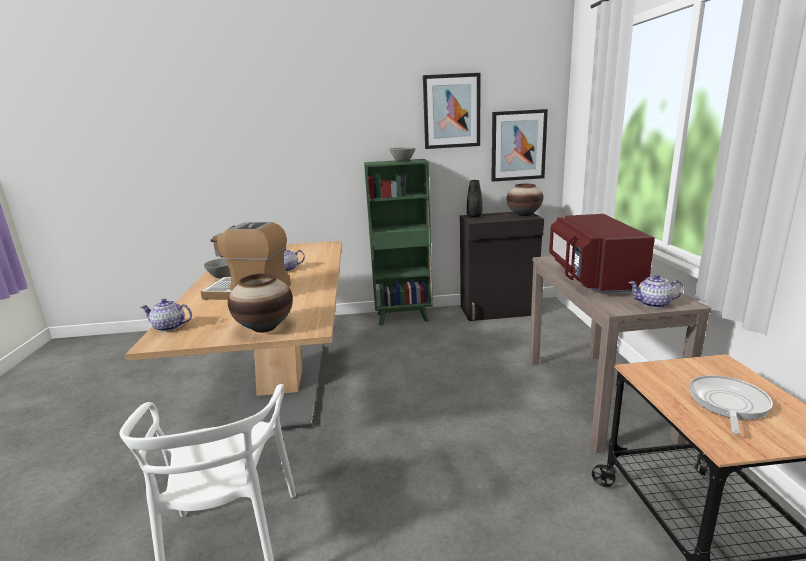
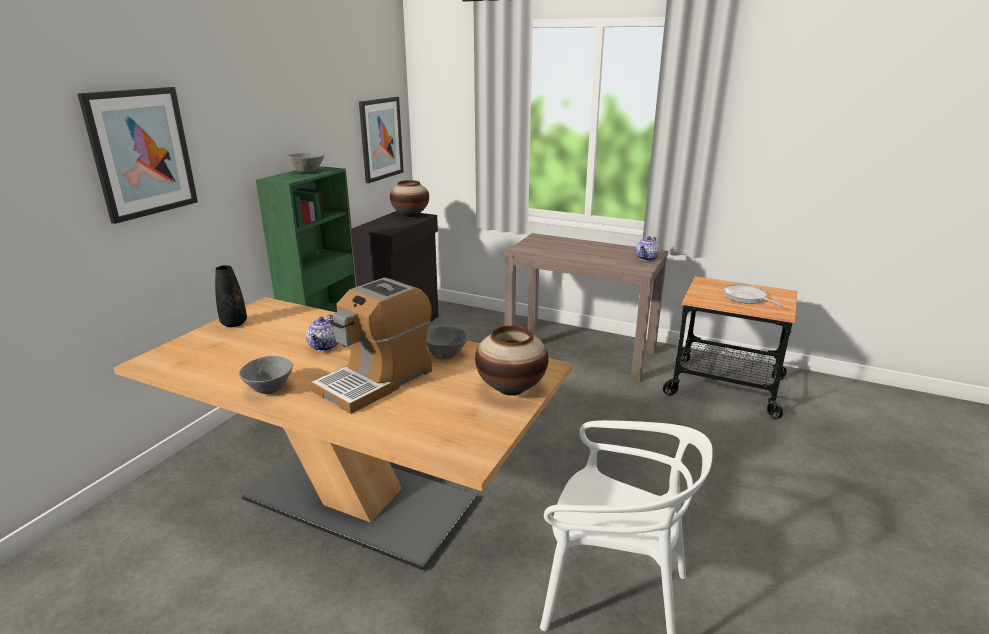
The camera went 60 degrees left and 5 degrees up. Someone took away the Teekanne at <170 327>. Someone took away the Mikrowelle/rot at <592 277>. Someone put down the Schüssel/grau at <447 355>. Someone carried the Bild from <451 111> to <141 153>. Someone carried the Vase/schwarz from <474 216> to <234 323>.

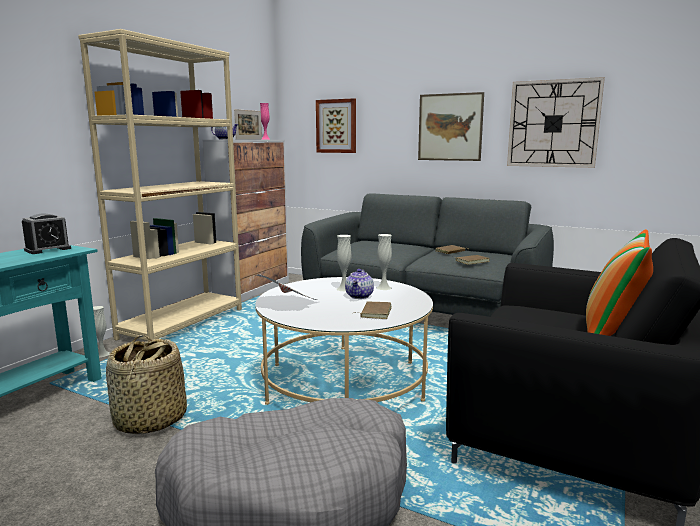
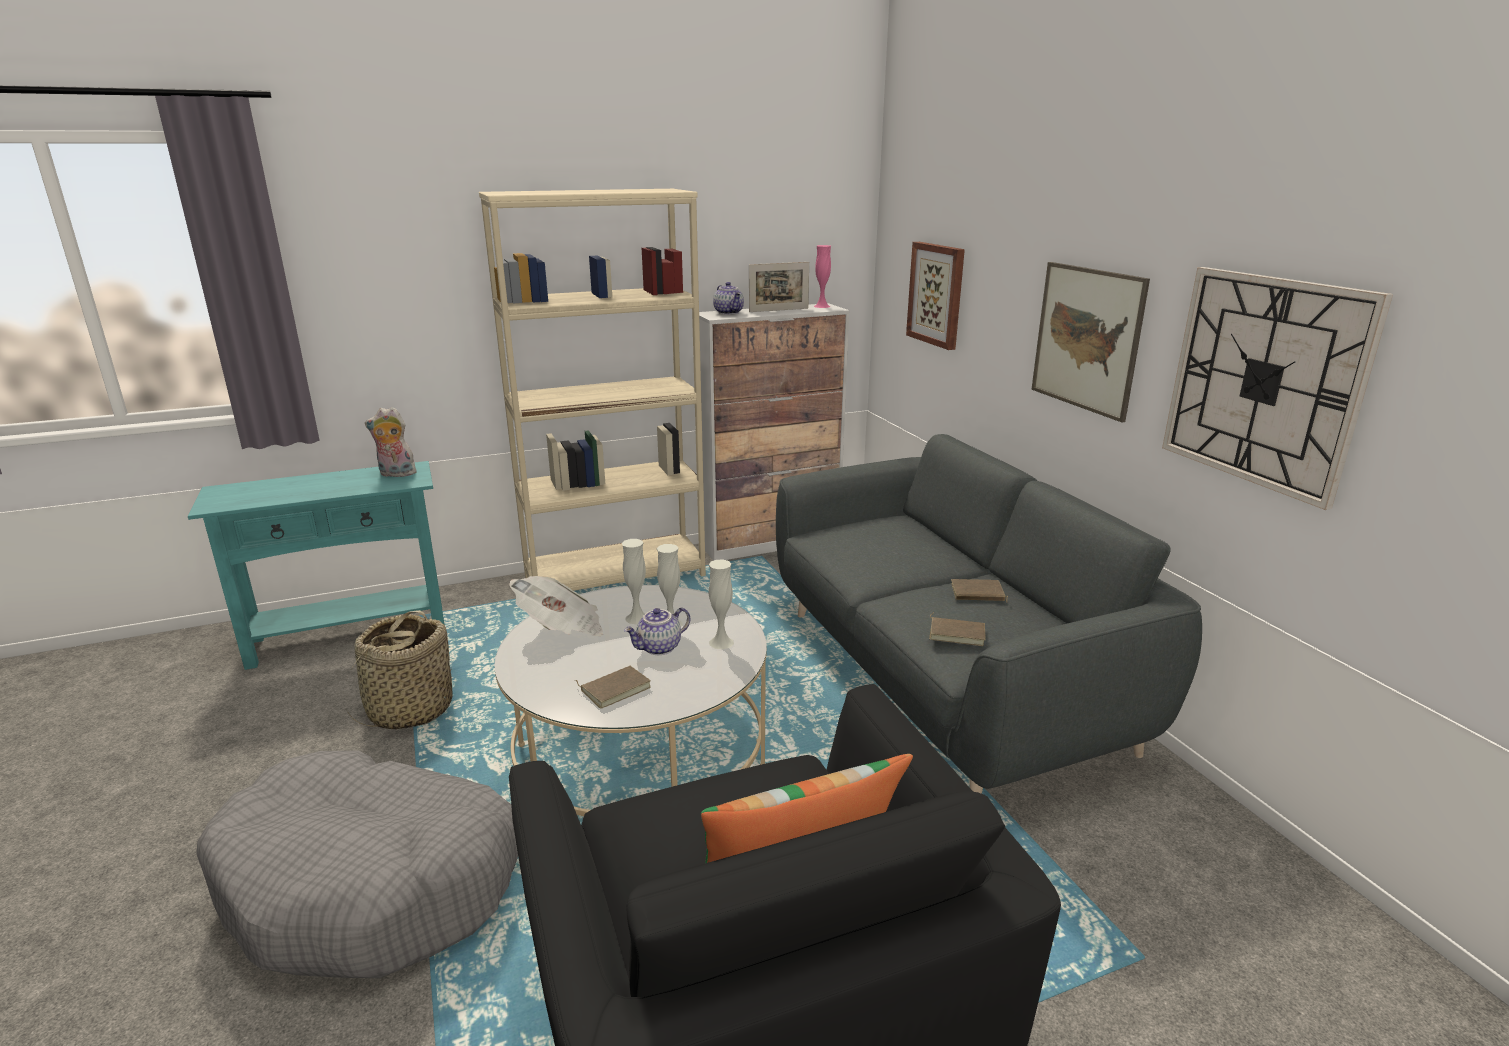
The camera went 40 degrees right and 10 degrees up. Someone carried the Vase/weiß from <102 354> to <637 618>. Someone swapped the Wecker at <48 249> for the Plüschtier at <396 474>.

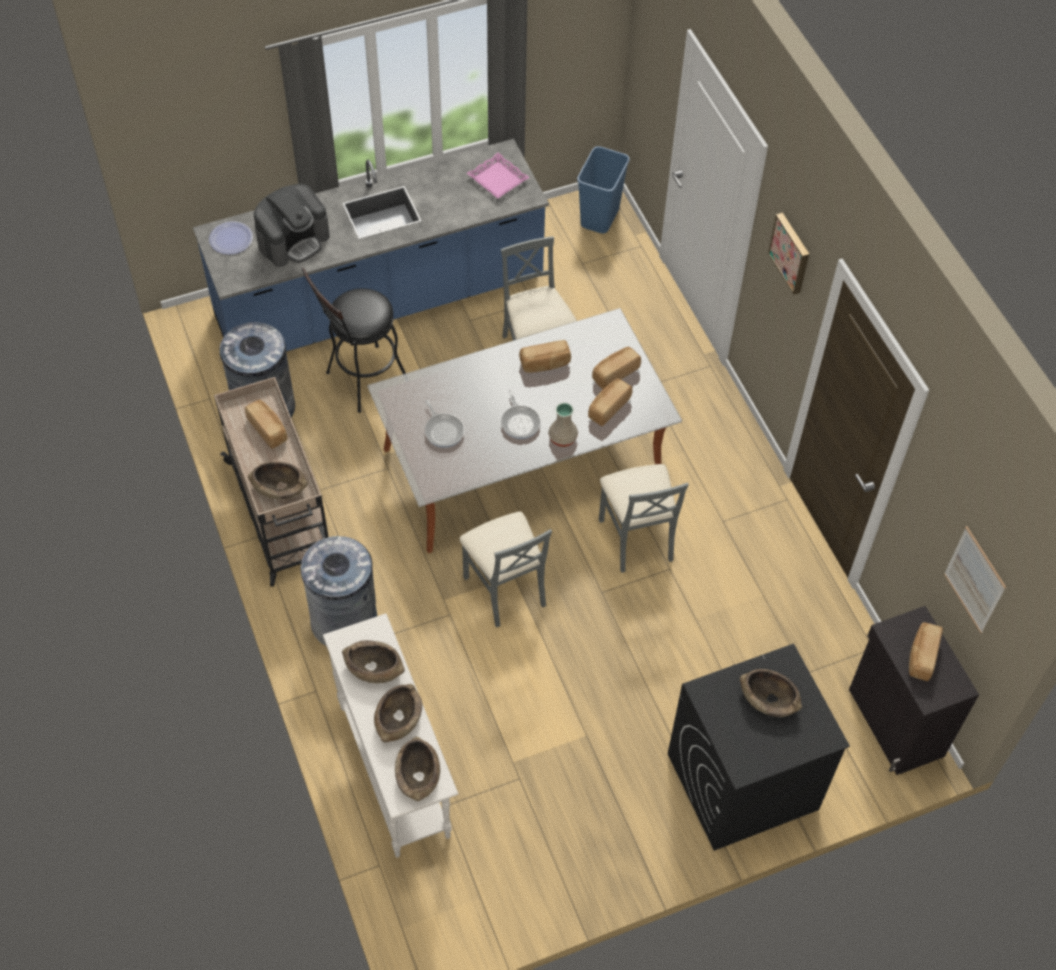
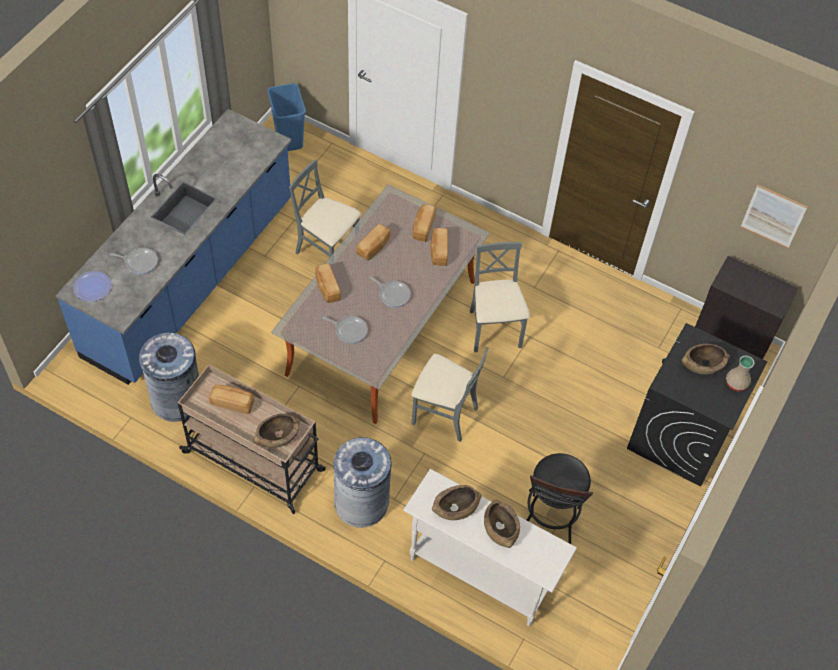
The camera went 40 degrees left and 0 degrees up. Someone took away the Schüssel/braun at <418 775>. Someone took away the Tablett/rosa at <497 179>. Someone took away the Bild at <791 252>. Someone carried the Hocker/schwarz from <362 382> to <548 526>. Someone carried the Vase/beige from <563 438> to <737 383>. Someone carried the Brot from <921 656> to <327 288>. Someone swapped the Kaffeemaschine at <293 240> for the Pfanne at <139 262>. Someone rotated the Stuhl/grau at <637 538> by 135 degrees counterclockwise.

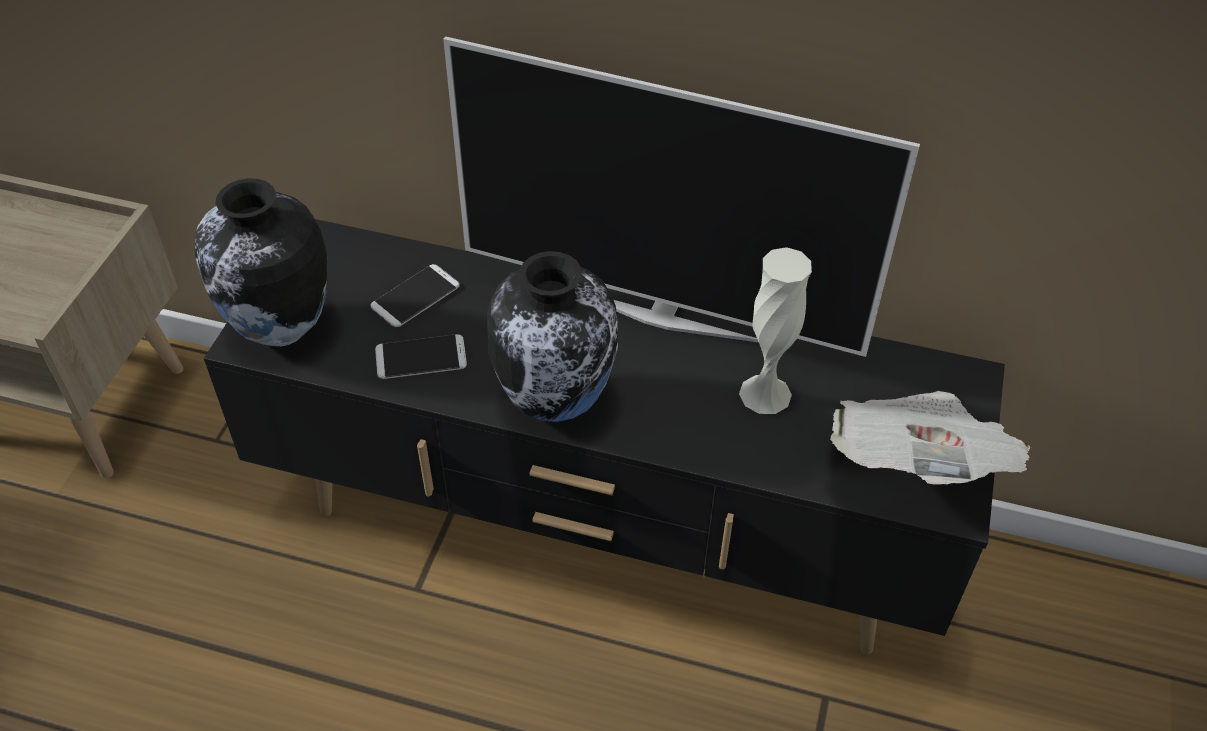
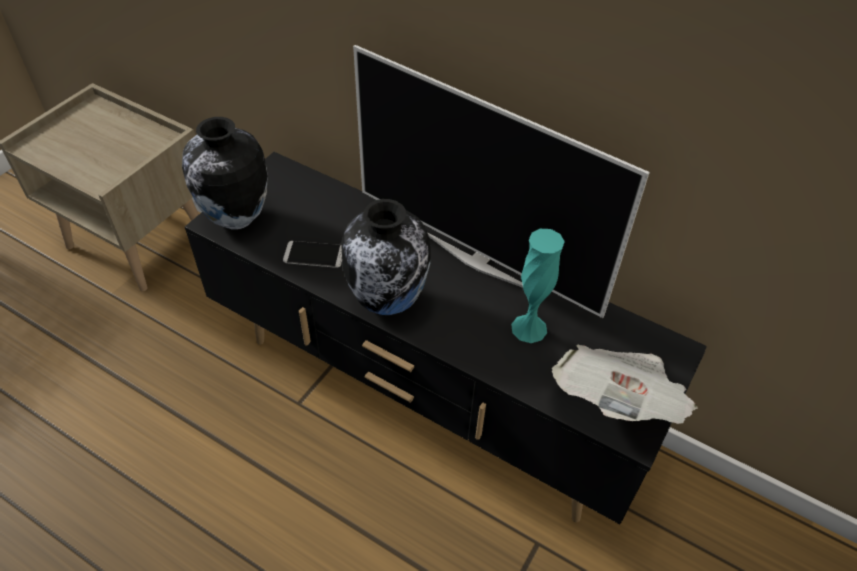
The camera went 15 degrees right and 0 degrees up. Someone took away the Handy at <415 296>. Someone repainted the Vase/weiß at <765 394>, which became the Vase/türkis at <529 328>.

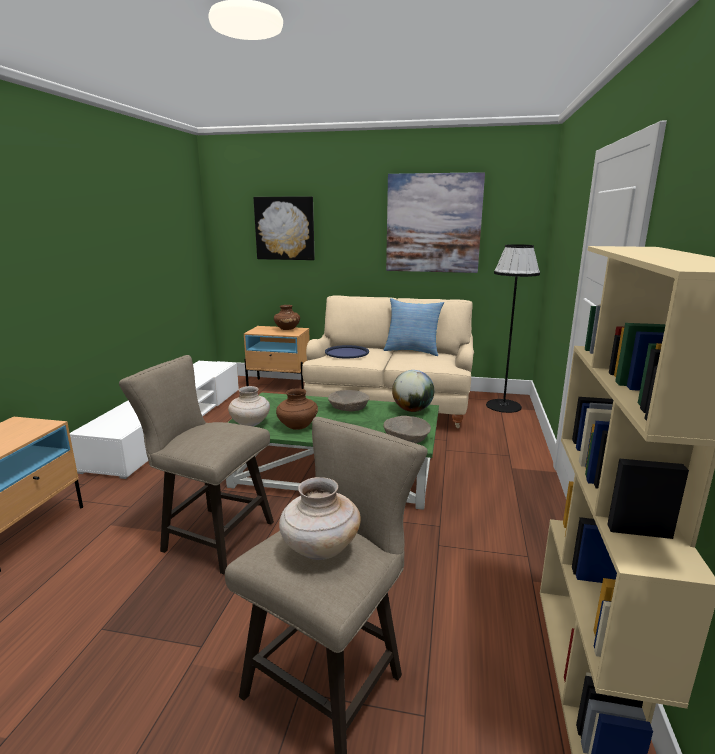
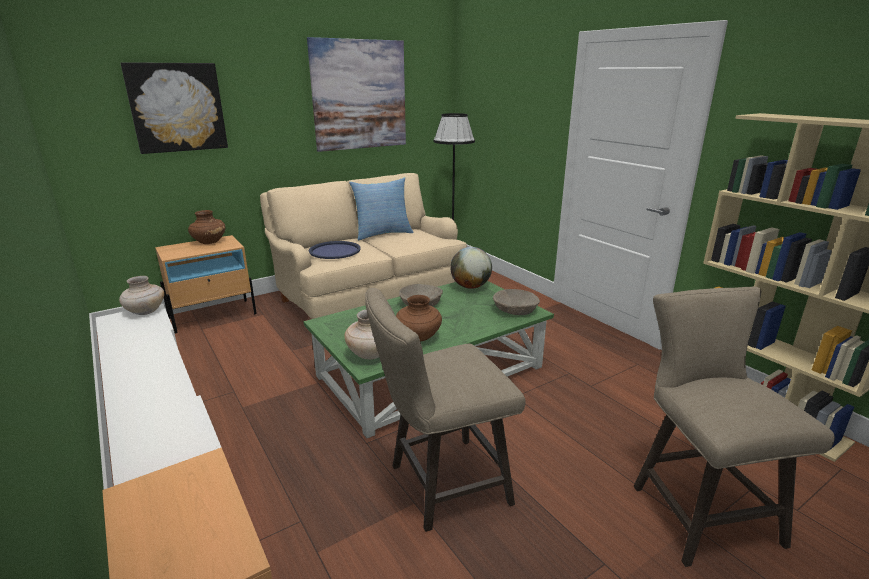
The camera went 45 degrees left and 5 degrees up. Someone carried the Vase/beige from <320 549> to <145 312>.

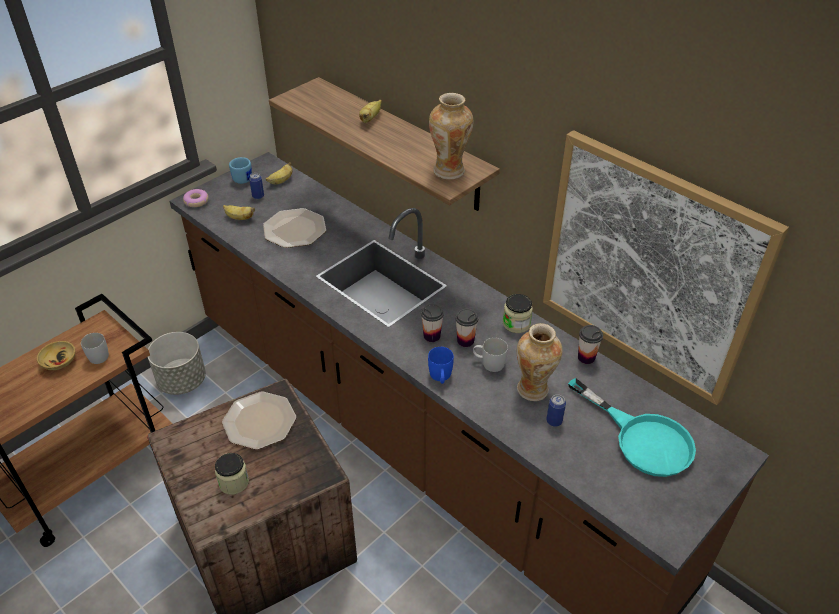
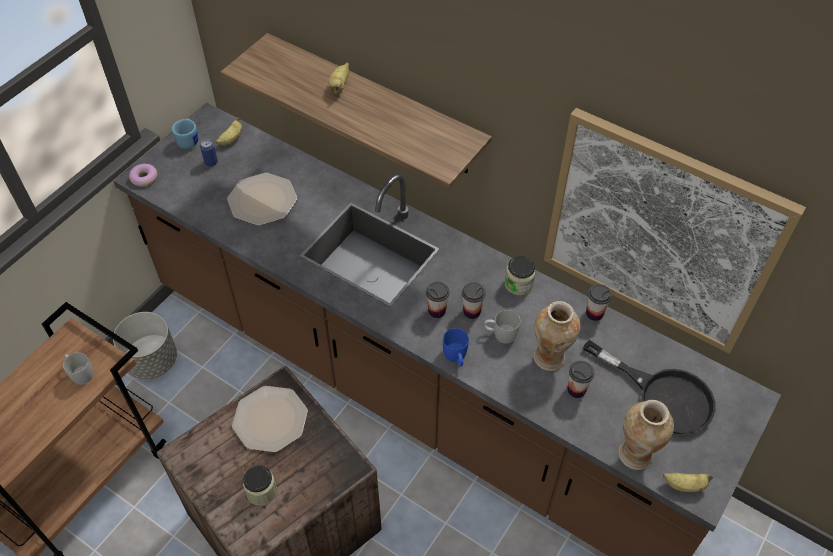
The camera went 10 degrees left and 10 degrees up. Someone took away the Schüssel/beige at <58 361>. Someone carried the Banane from <239 218> to <684 485>. Someone carried the Vase from <449 171> to <636 454>. Someone swapped the Dose at <554 421> for the Tasse at <576 390>. Someone repainted the Pfanne/türkis at <642 438>, which became the Pfanne/schwarz at <663 395>.

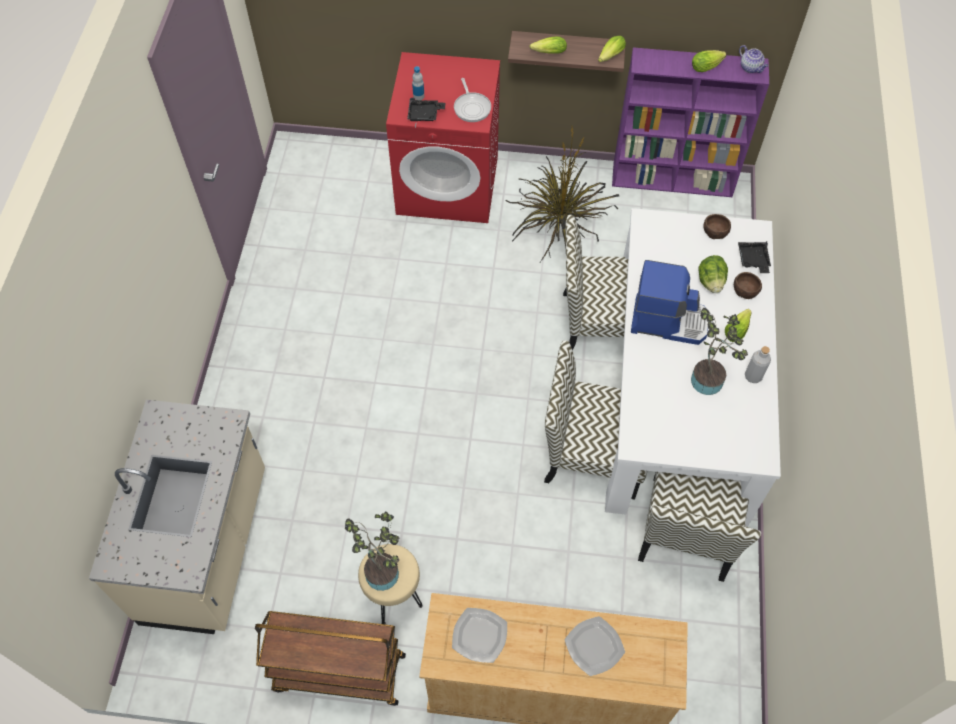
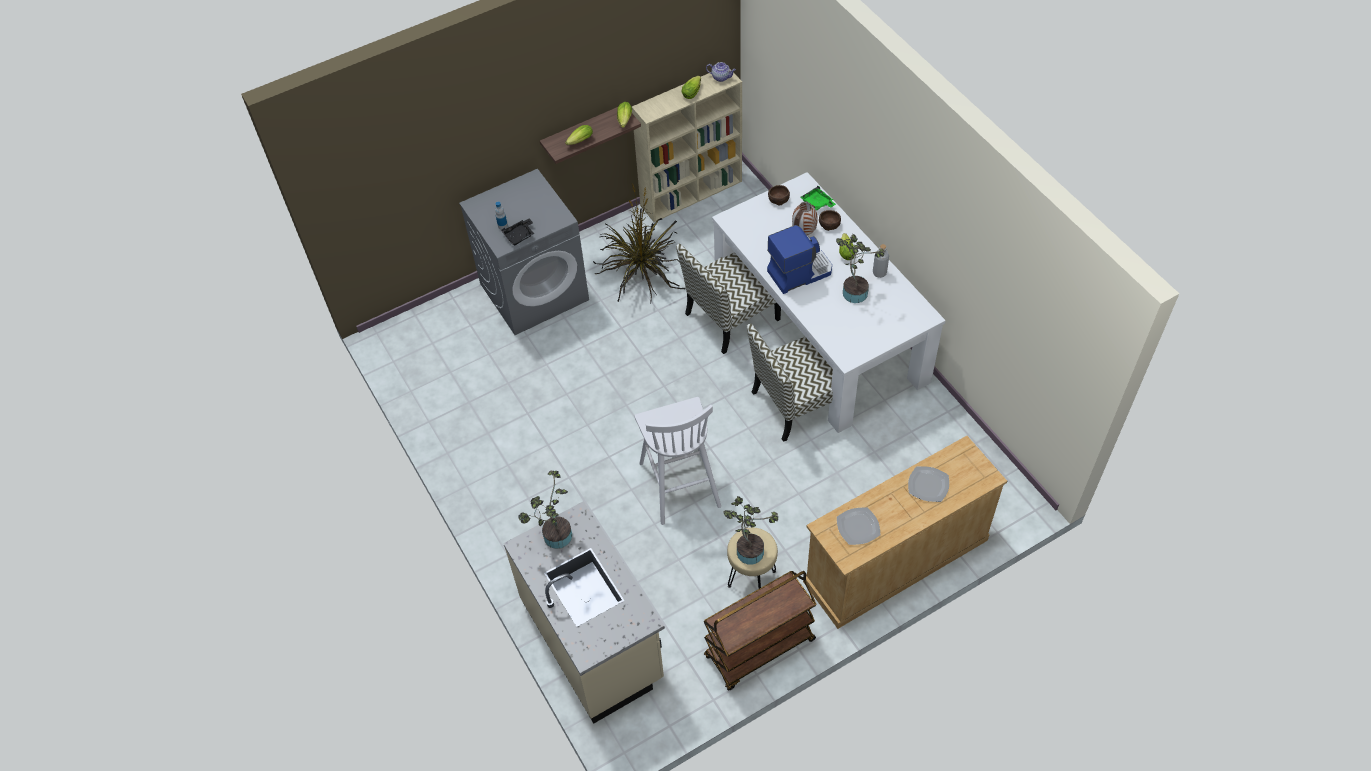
The camera went 35 degrees left and 5 degrees down. Someone took away the Pfanne at <472 107>. Someone took away the Stuhl at <688 530>. Someone put down the Topfpflanze at <554 537>. Someone put down the Hocker/weiß at <679 483>. Someone swapped the Salatkopf at <710 282> for the Vase at <804 232>. Someone repainted the Waschmaschine/rot at <448 185>, which became the Waschmaschine/grau at <534 291>. Someone repainted the Bücherregal/lila at <673 179>, which became the Bücherregal/beige at <692 193>. Someone repainted the Tablett/schwarz at <753 260>, which became the Tablett/grün at <817 203>.

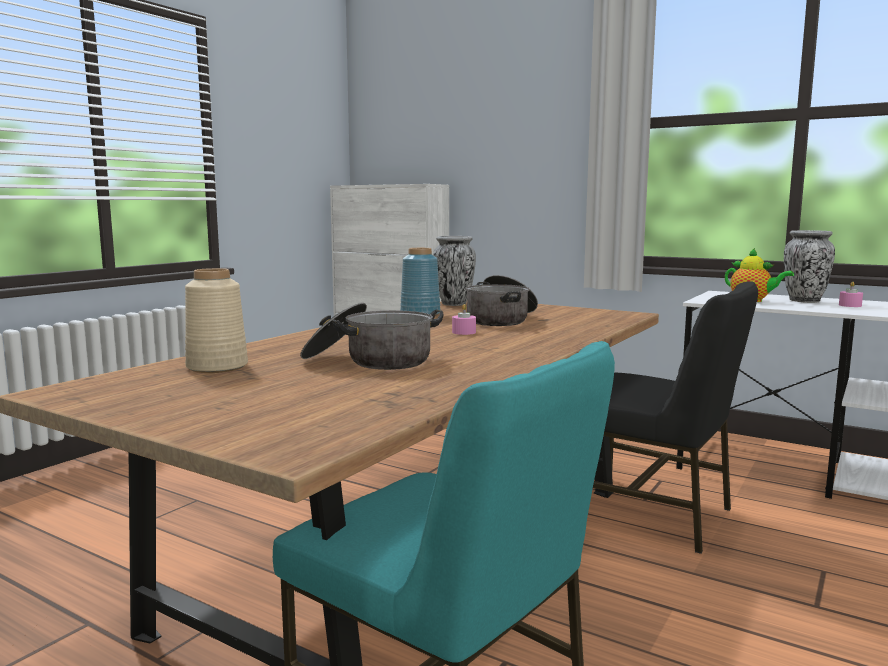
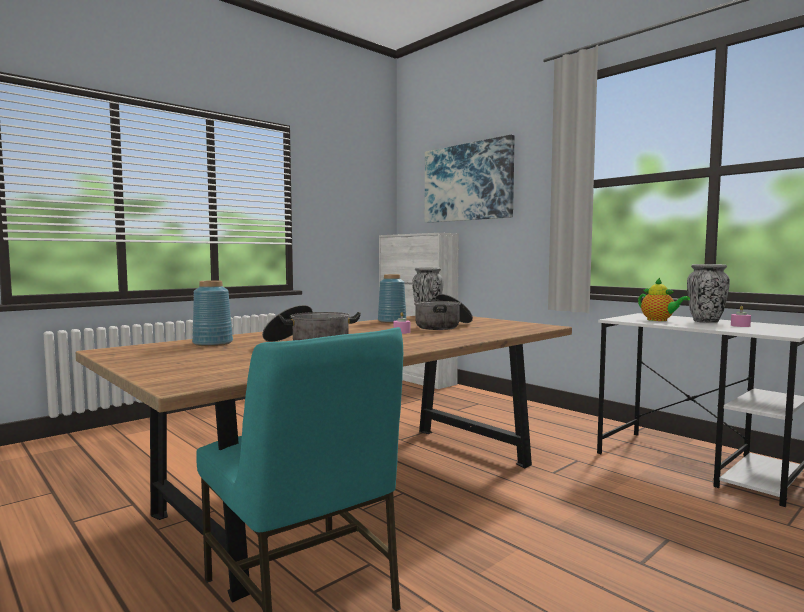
The camera went 15 degrees right and 5 degrees down. Someone took away the Stuhl/schwarz at <650 513>. Someone put up the Bild at <467 182>. Someone repainted the Vase/beige at <216 367>, which became the Vase/blau at <212 343>.

